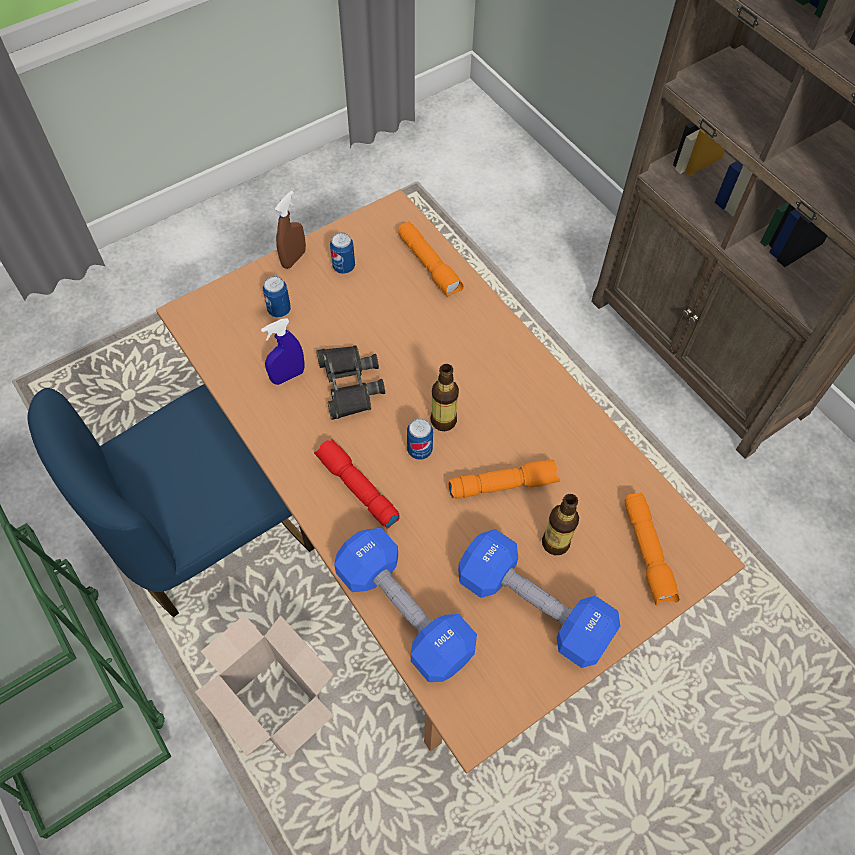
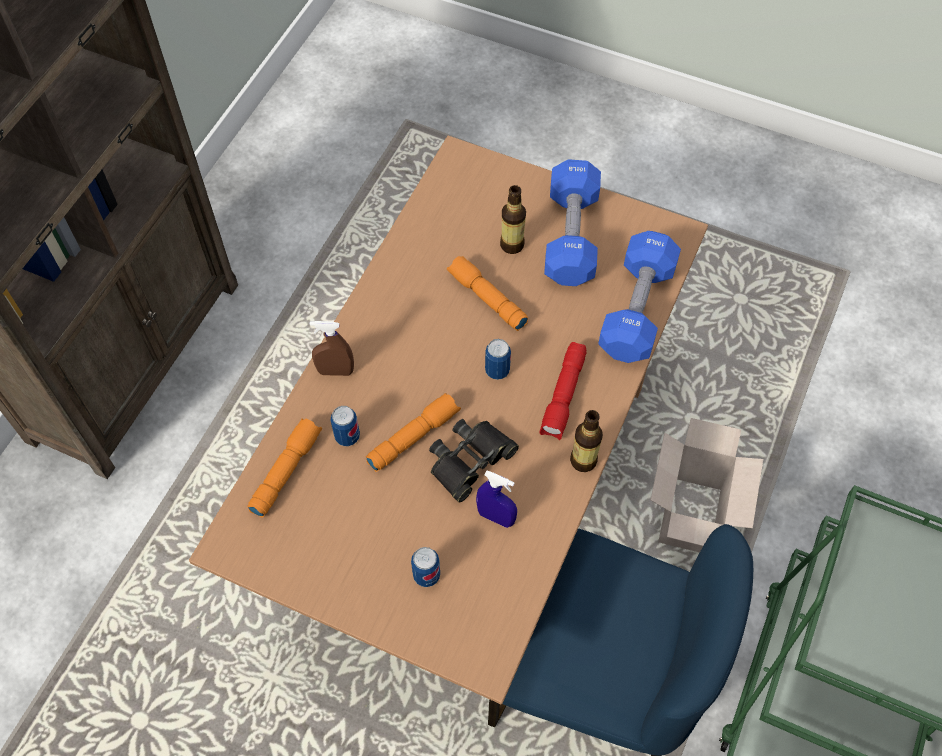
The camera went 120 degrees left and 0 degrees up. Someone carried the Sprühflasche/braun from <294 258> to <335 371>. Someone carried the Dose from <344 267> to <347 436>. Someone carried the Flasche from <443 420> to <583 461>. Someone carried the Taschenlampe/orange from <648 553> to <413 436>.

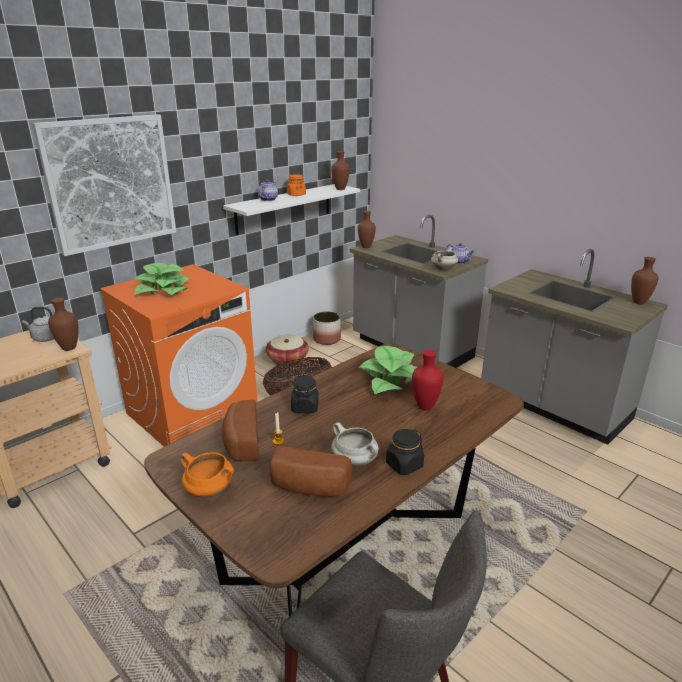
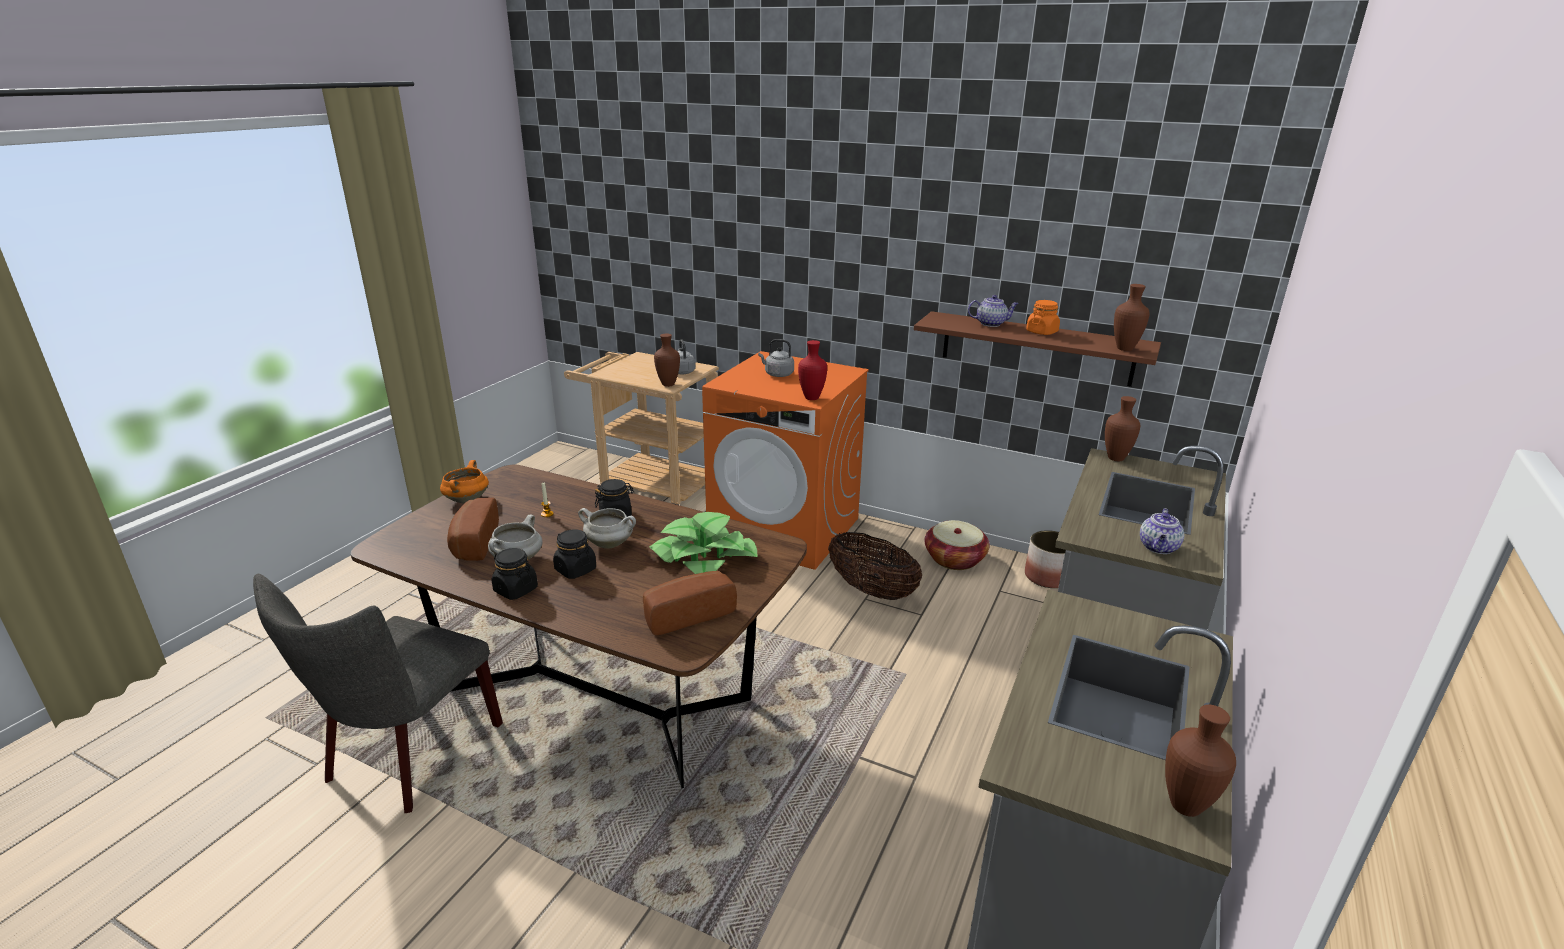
The camera went 70 degrees right and 0 degrees up. Someone took away the Bild at <111 183>. Someone put down the Vorratsglas/schwarz at <575 569>. Someone carried the Brot from <241 443> to <687 614>. Someone carried the Vase/rot from <426 407> to <812 398>. Someone carried the Kochtopf/weiß from <443 269> to <610 544>. Someone swapped the Topfpflanze at <163 290> for the Wasserkessel/grau at <777 374>. Someone repainted the Wandregal/weiß at <284 208>, which became the Wandregal/braun at <1036 348>.

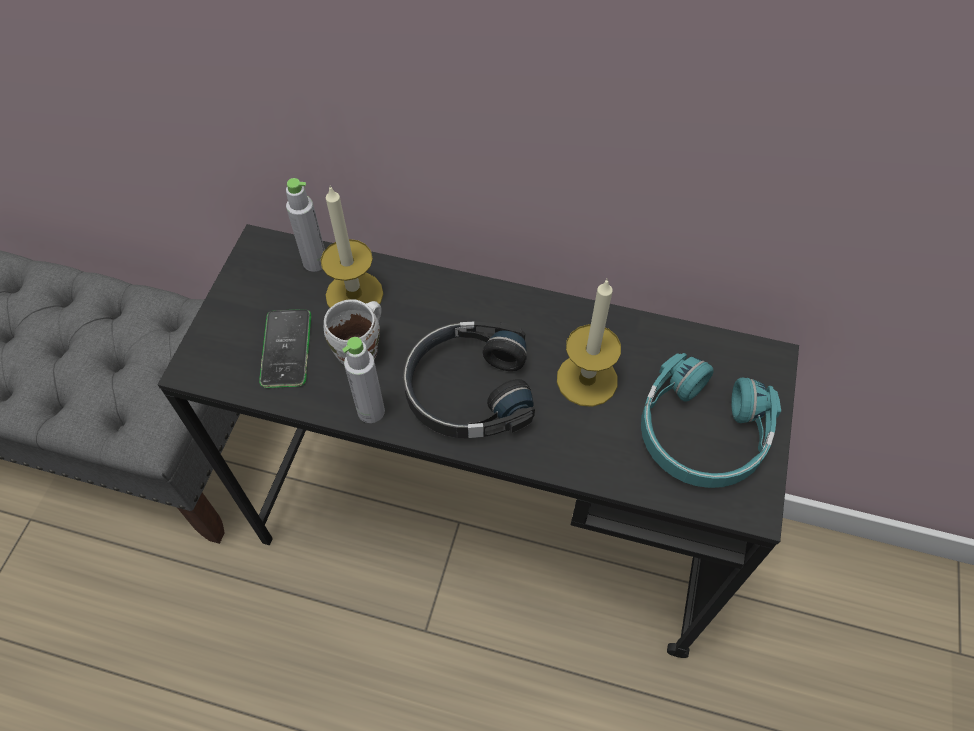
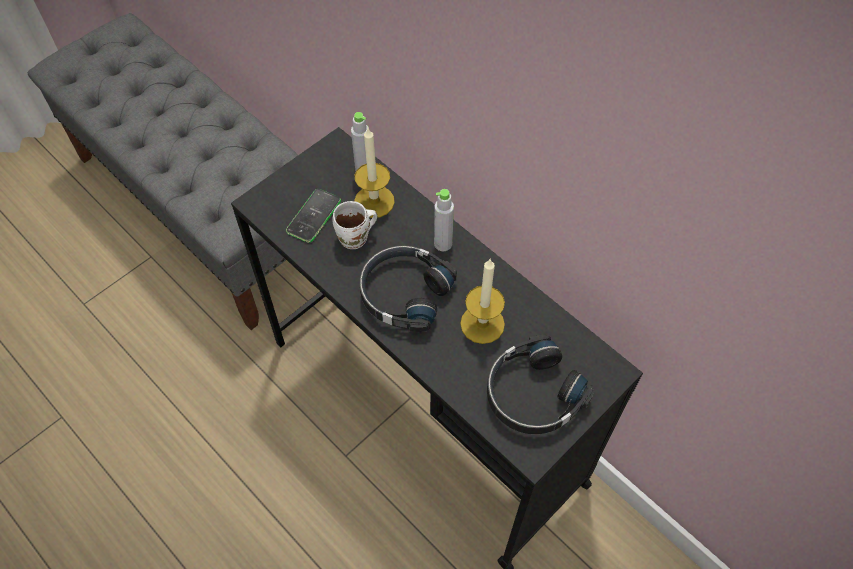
The camera went 30 degrees right and 0 degrees up. Someone carried the Flasche/grau from <371 411> to <443 244>. Someone repainted the Kopfhörer/türkis at <701 433>, which became the Kopfhörer/schwarz at <532 394>.

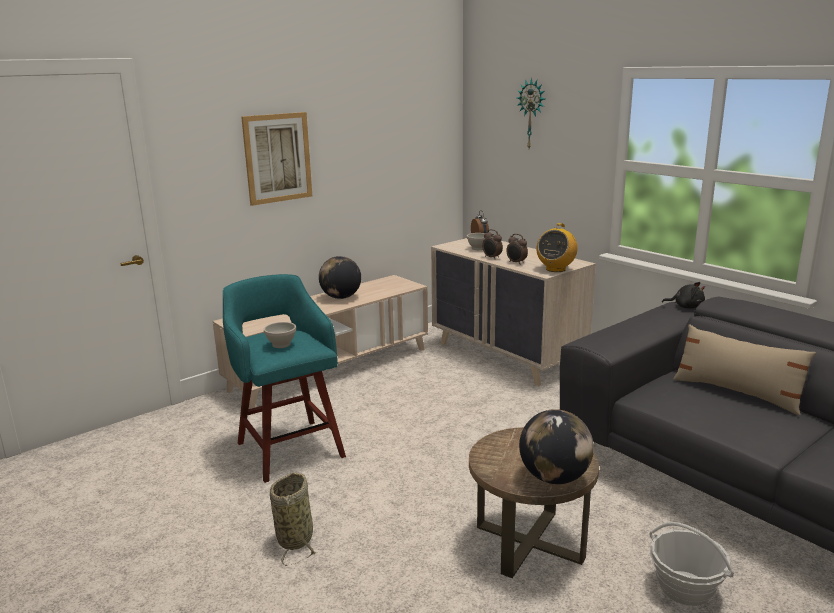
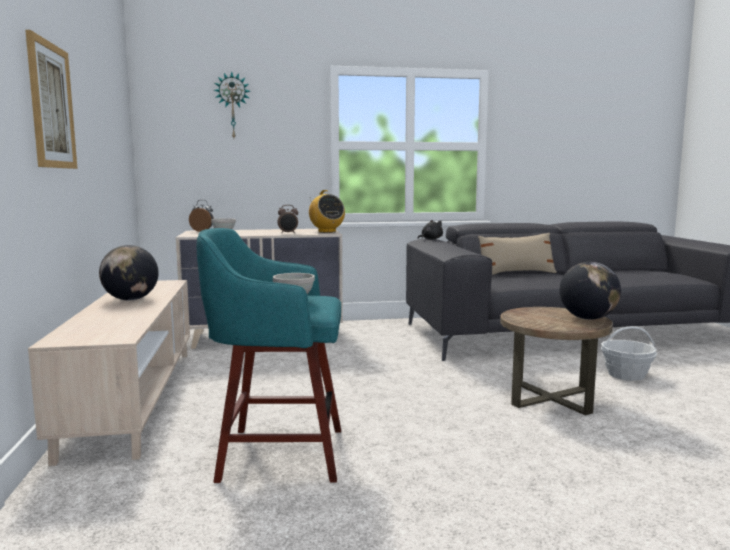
The camera went 60 degrees left and 10 degrees down. Someone took away the Korb at <295 537>. Someone took away the Wecker at <492 257>.

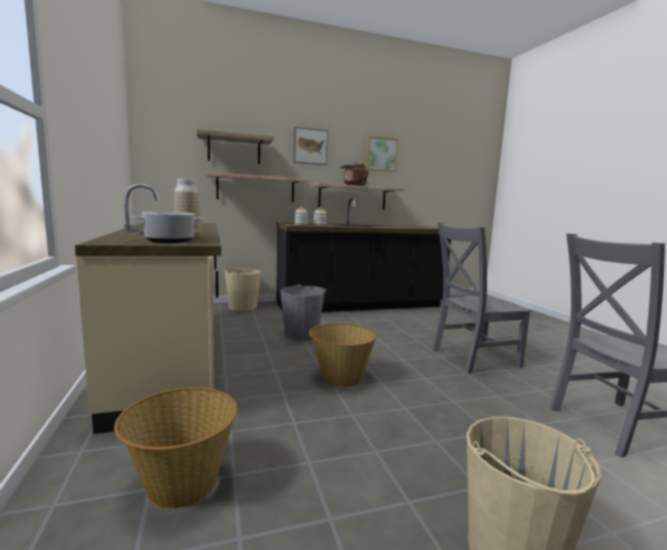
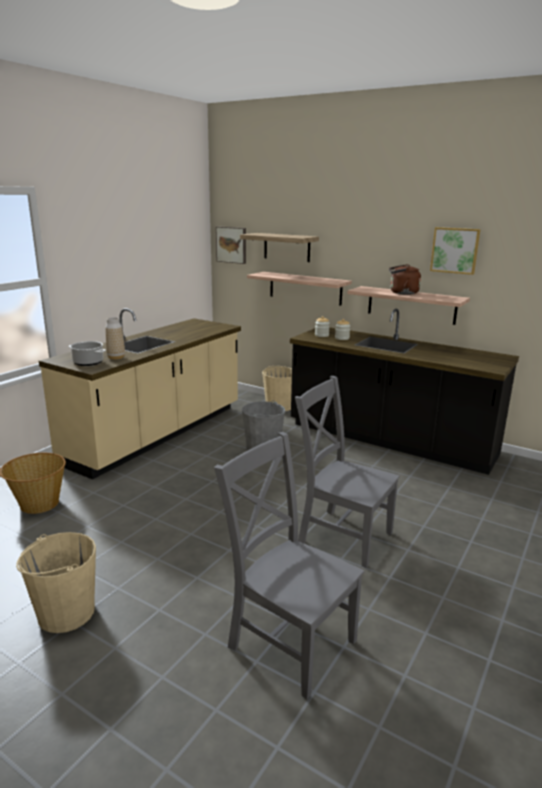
The camera went 50 degrees right and 10 degrees up. Someone took away the Korb at <340 378>. Someone carried the Bild from <310 146> to <232 244>.

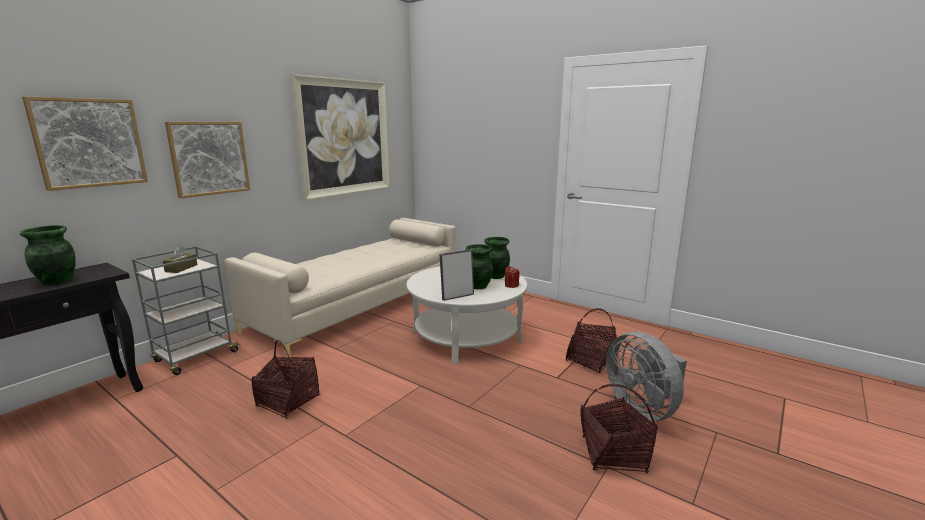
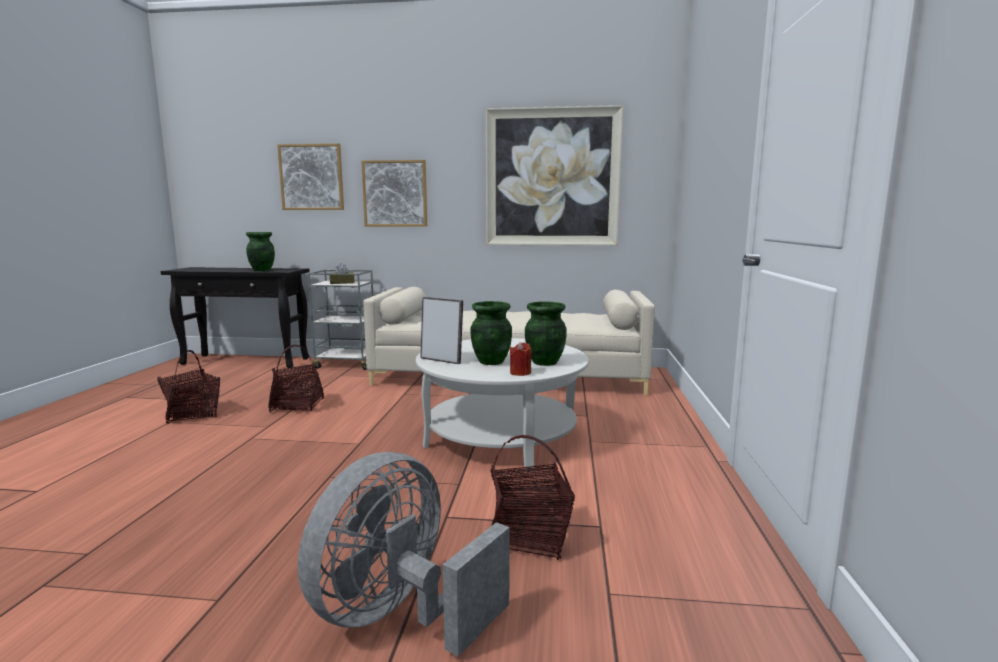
The camera went 60 degrees right and 5 degrees down. Someone carried the Korb from <614 454> to <192 414>.

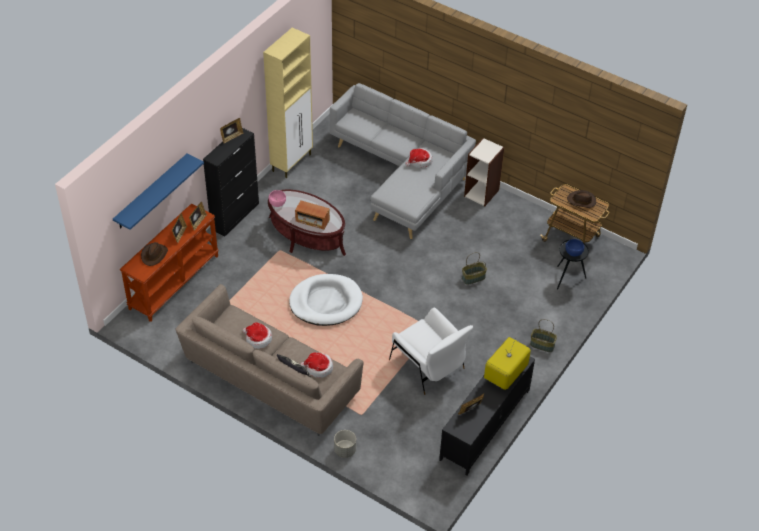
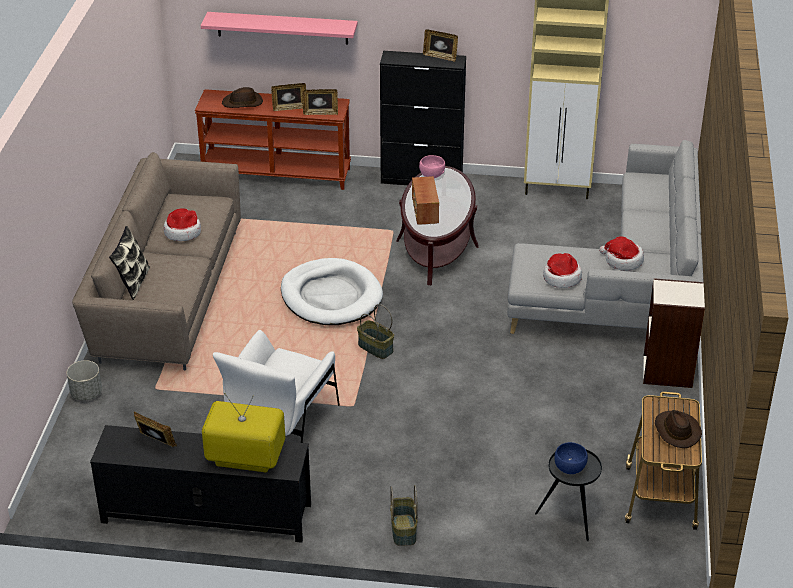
The camera went 65 degrees right and 10 degrees down. Someone carried the Hut from <318 368> to <561 277>. Someone carried the Korb from <473 278> to <375 348>. Someone repainted the Wandregal/blau at <151 192>, which became the Wandregal/rosa at <282 28>.

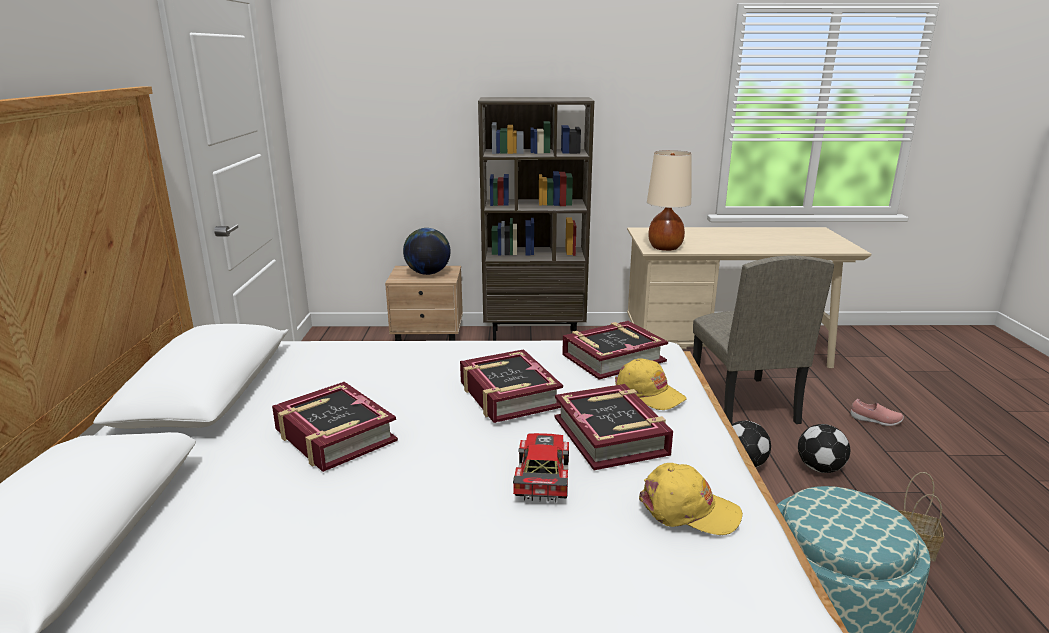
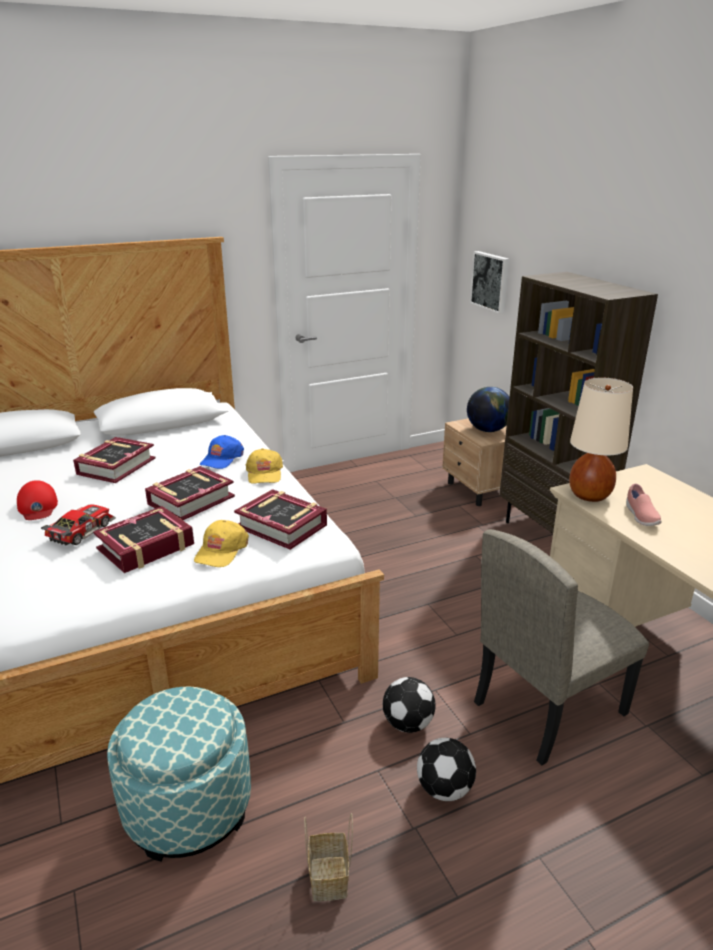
The camera went 65 degrees right and 5 degrees up. Someone put down the Kappe/rot at <38 506>. Someone put down the Kappe/blau at <222 459>. Someone put up the Bild at <491 281>. Someone carried the Kappe/gelb from <688 509> to <264 473>. Someone carried the Schuh/rosa from <875 421> to <640 516>. Someone rotated the Spielzeugauto at <539 476> by 45 degrees counterclockwise.

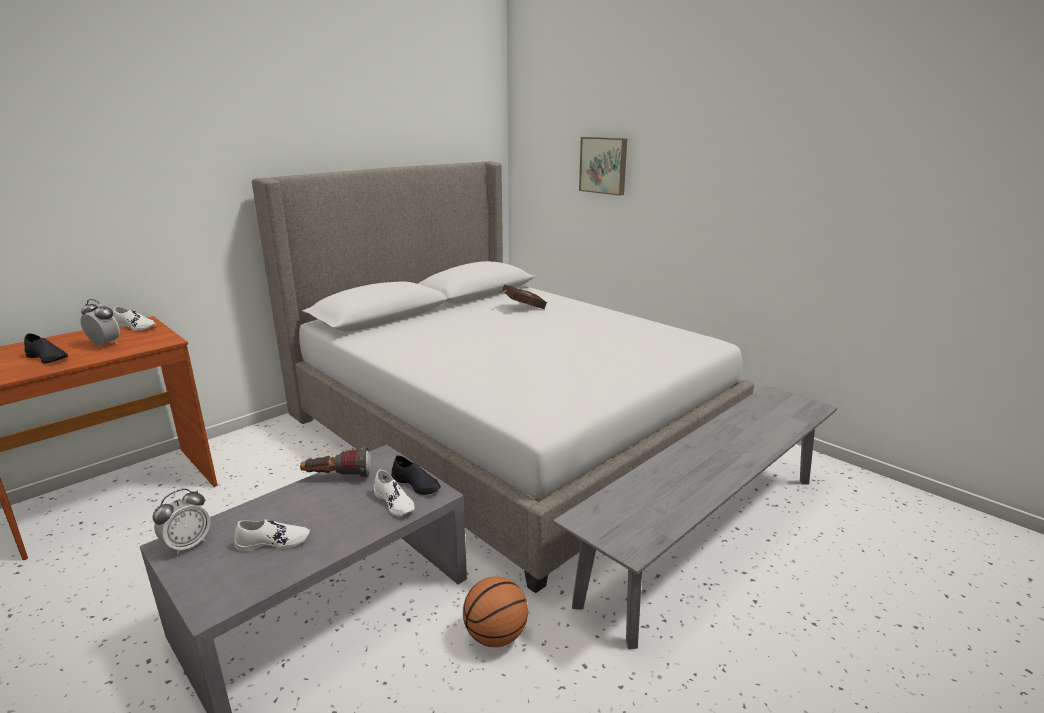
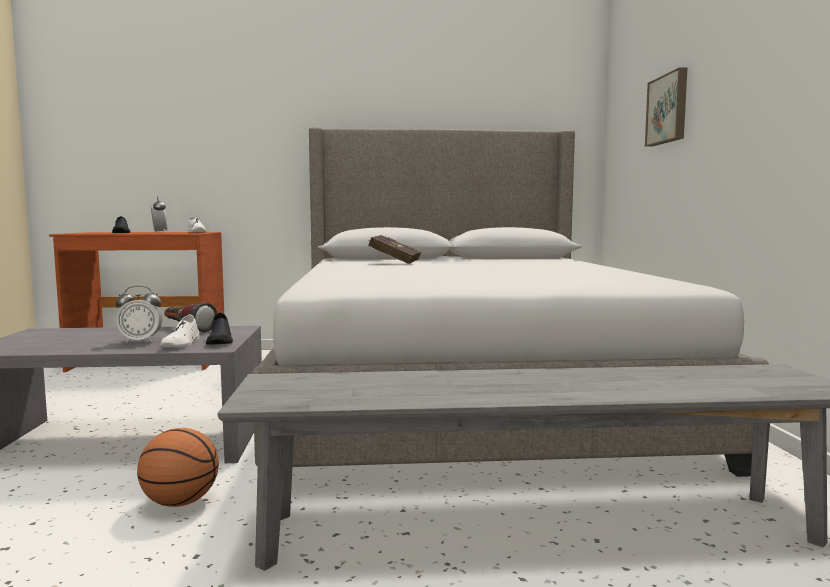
The camera went 40 degrees right and 15 degrees down. Someone took away the Schuh/weiß at <273 542>. Someone carried the Wecker from <188 545> to <141 341>. Someone carried the Buch/rot from <522 307> to <392 262>.

